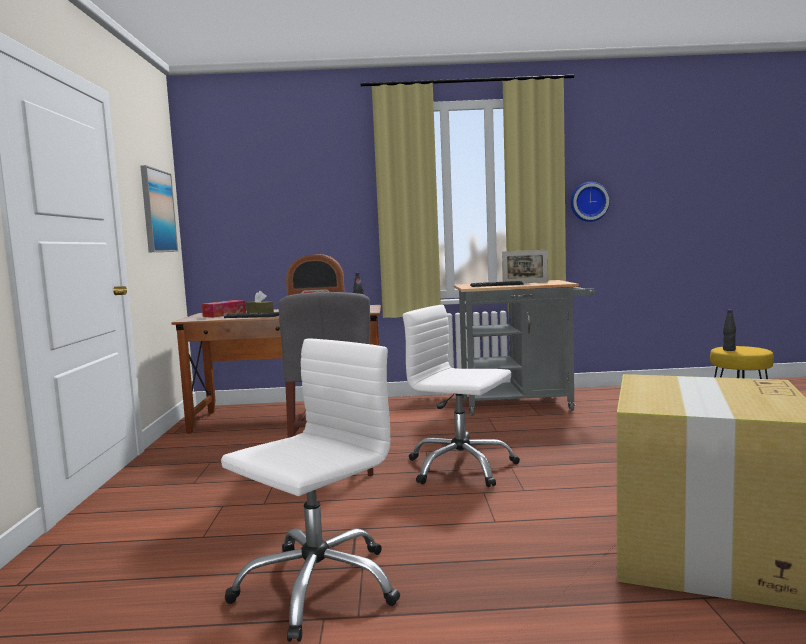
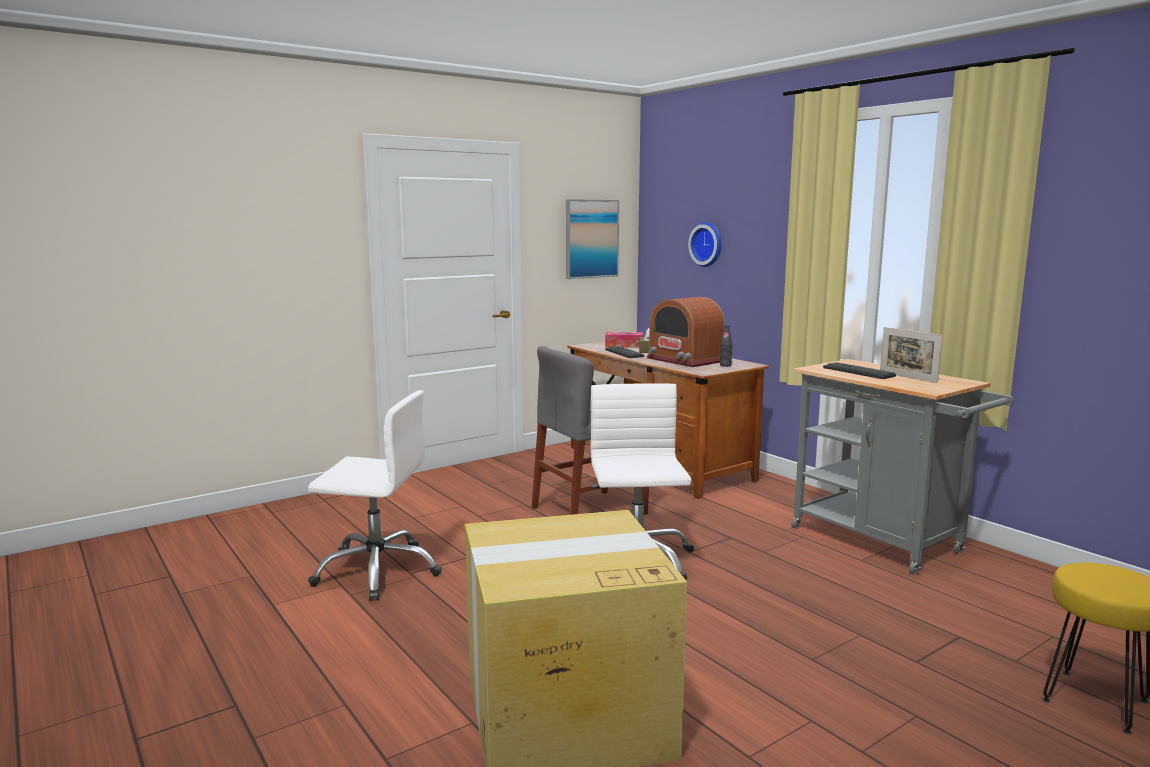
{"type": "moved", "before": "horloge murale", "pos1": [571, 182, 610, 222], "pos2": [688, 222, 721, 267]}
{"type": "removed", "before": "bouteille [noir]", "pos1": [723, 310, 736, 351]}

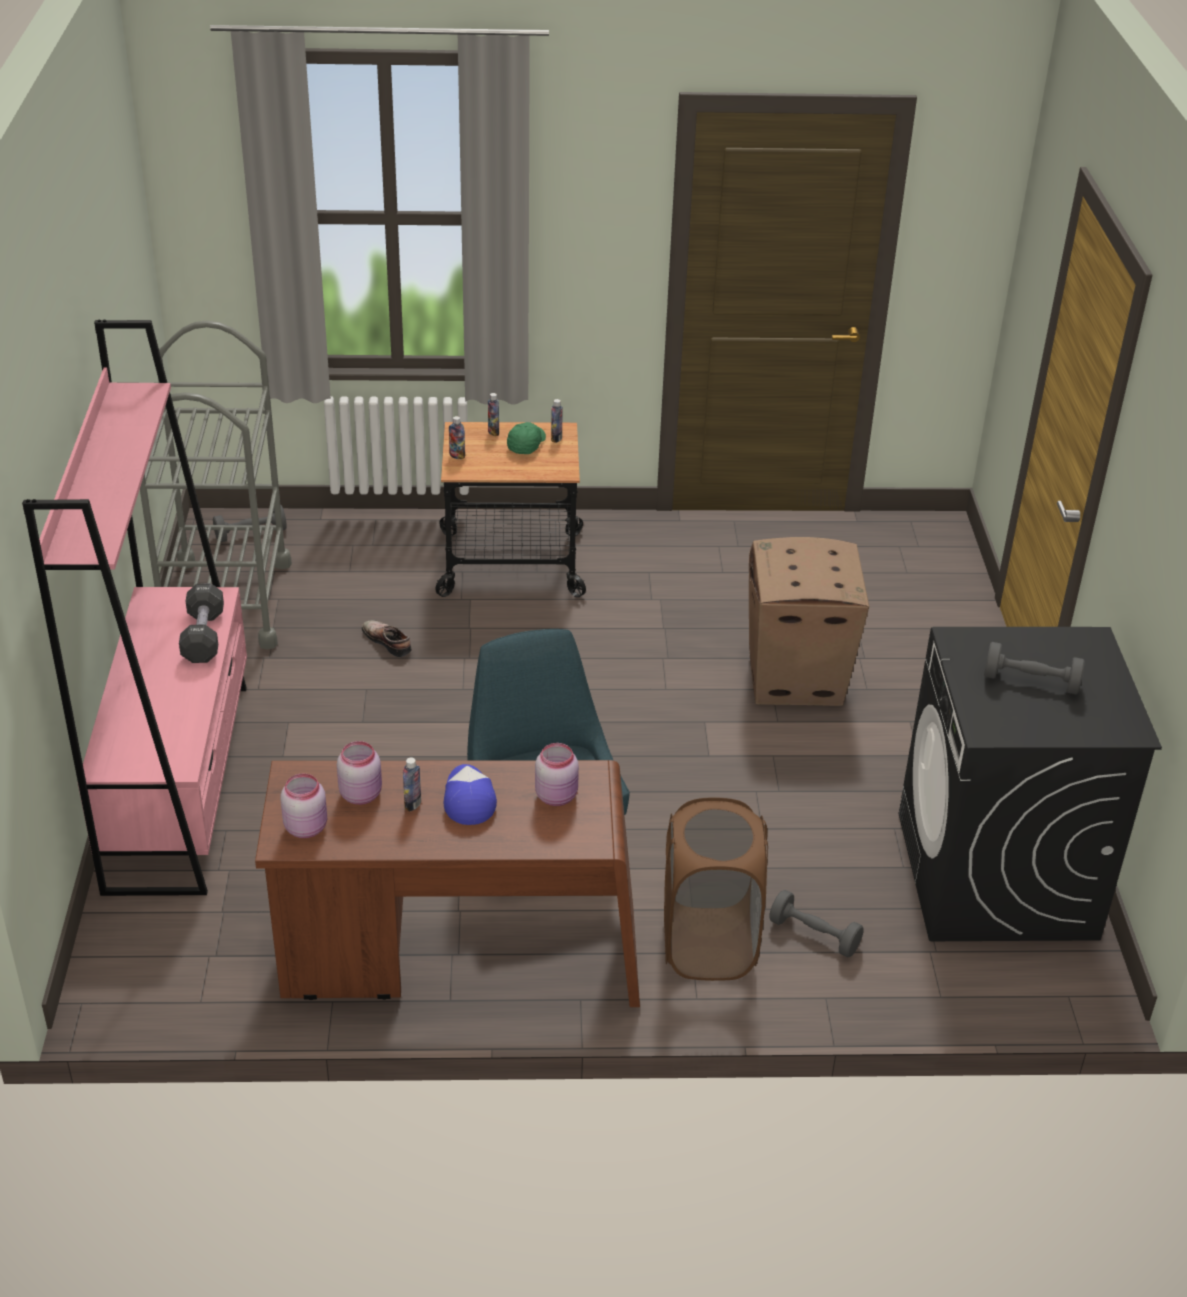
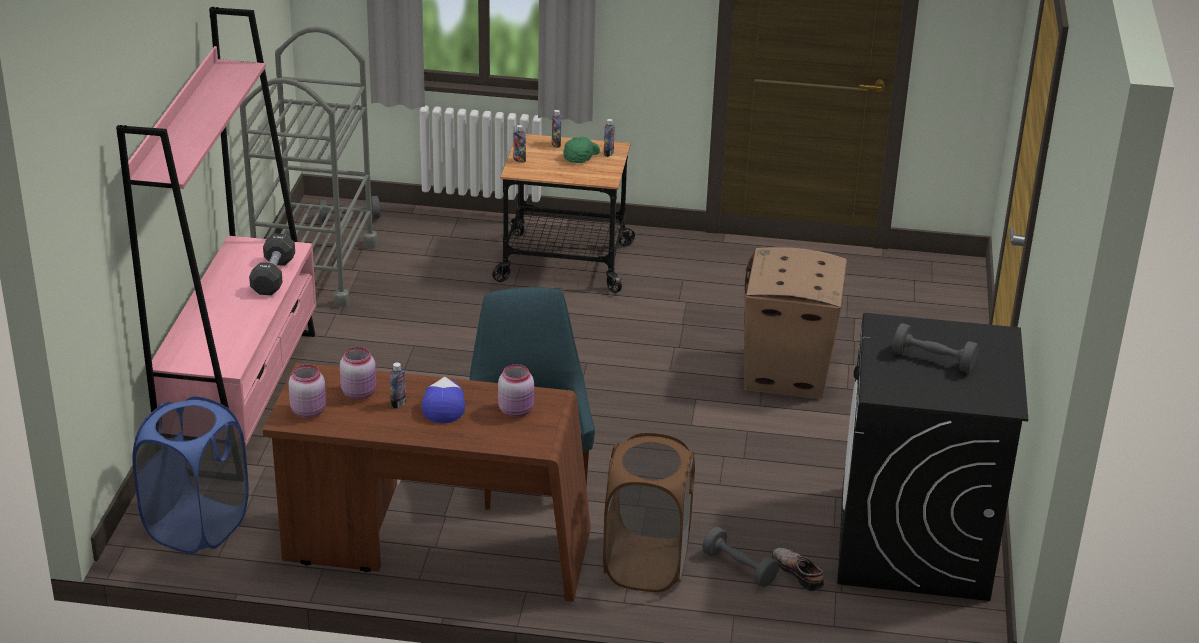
{"type": "moved", "before": "chaussure", "pos1": [362, 620, 412, 657], "pos2": [772, 548, 824, 591]}
{"type": "added", "after": "panier à linge [bleu]", "pos2": [132, 396, 249, 554]}

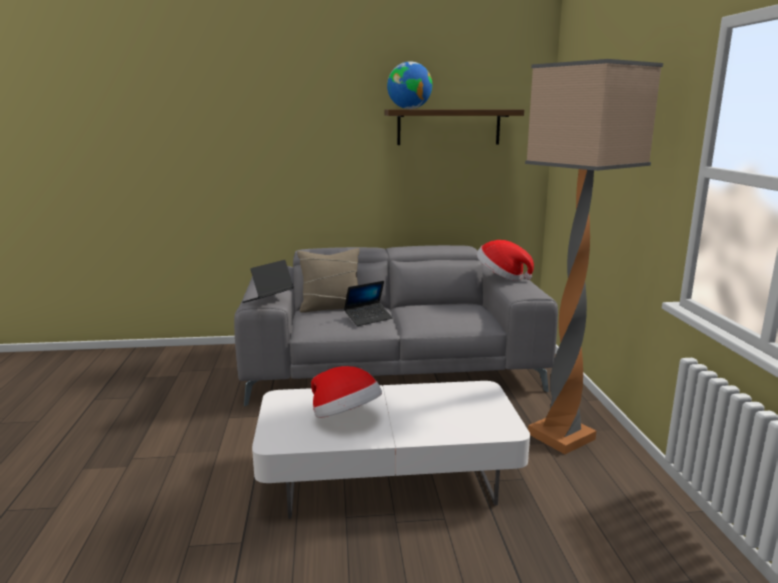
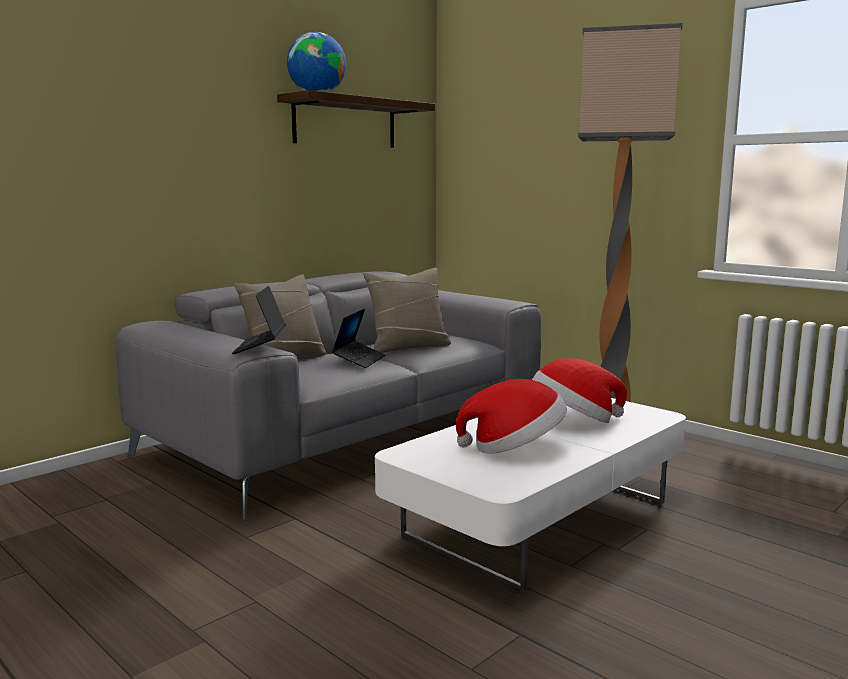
{"type": "moved", "before": "chapeau", "pos1": [477, 240, 534, 281], "pos2": [532, 358, 627, 423]}
{"type": "added", "after": "coussin [beige]", "pos2": [363, 268, 451, 353]}

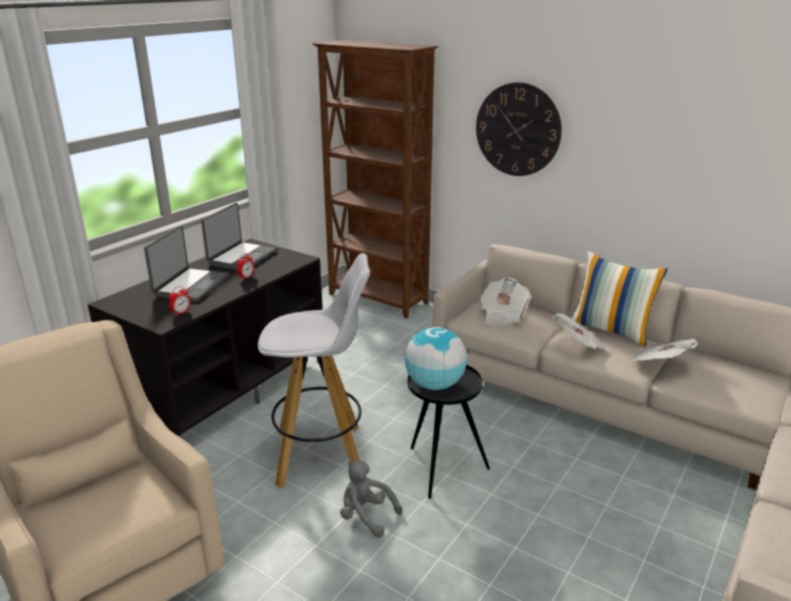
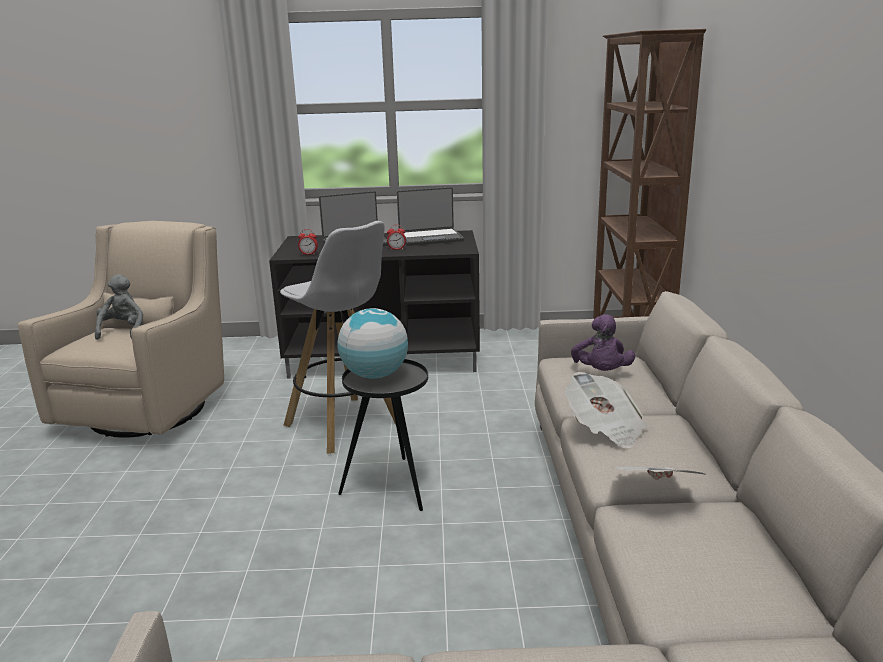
{"type": "moved", "before": "peluche [gris]", "pos1": [340, 460, 402, 538], "pos2": [95, 274, 143, 340]}
{"type": "removed", "before": "horloge murale", "pos1": [476, 82, 562, 176]}
{"type": "replaced", "before": "journal", "after": "peluche [violet]", "pos1": [480, 278, 531, 325], "pos2": [571, 314, 635, 371]}
{"type": "removed", "before": "coussin", "pos1": [572, 251, 668, 346]}

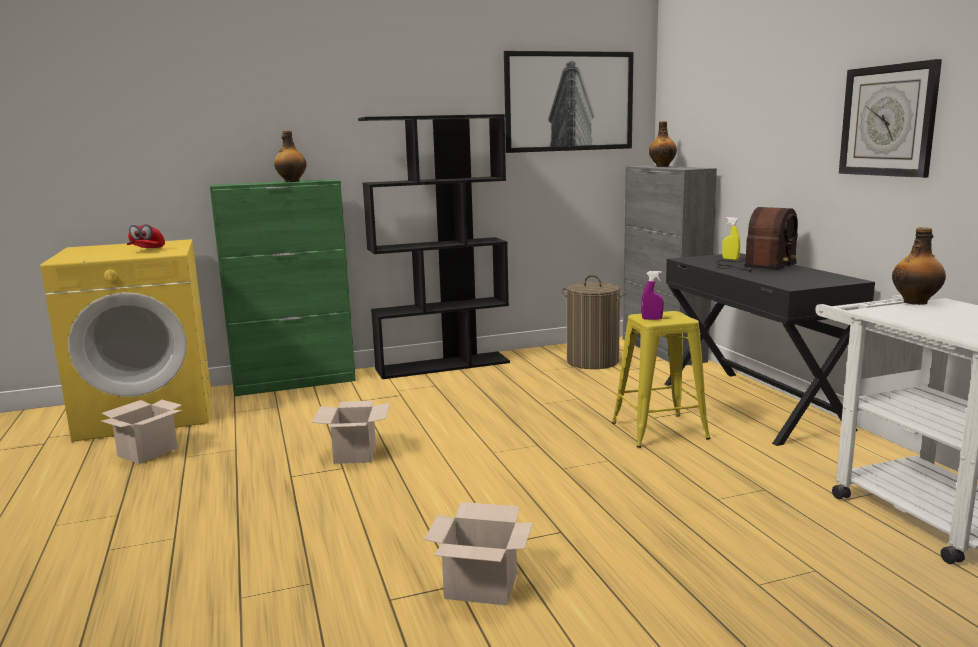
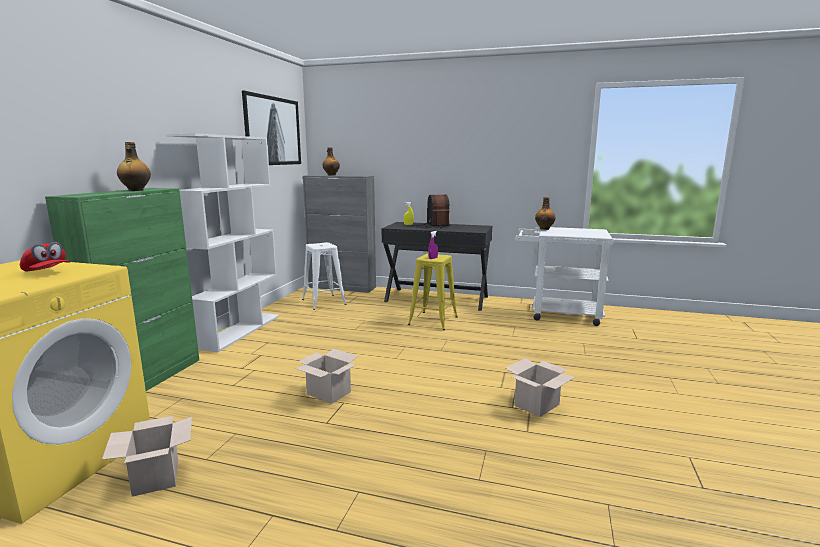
{"type": "recoloured", "before": "bibliothèque [noir]", "after": "bibliothèque [blanc]", "pos1": [358, 114, 510, 379], "pos2": [166, 133, 280, 352]}
{"type": "replaced", "before": "panier à linge", "after": "tabouret [blanc]", "pos1": [562, 275, 626, 369], "pos2": [302, 242, 346, 310]}
{"type": "removed", "before": "horloge murale", "pos1": [839, 59, 942, 178]}

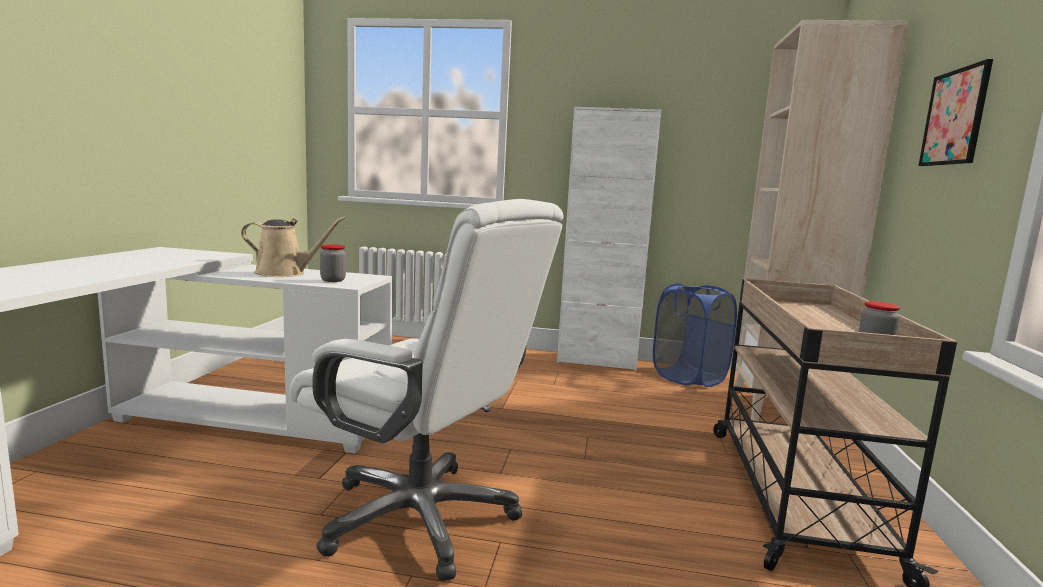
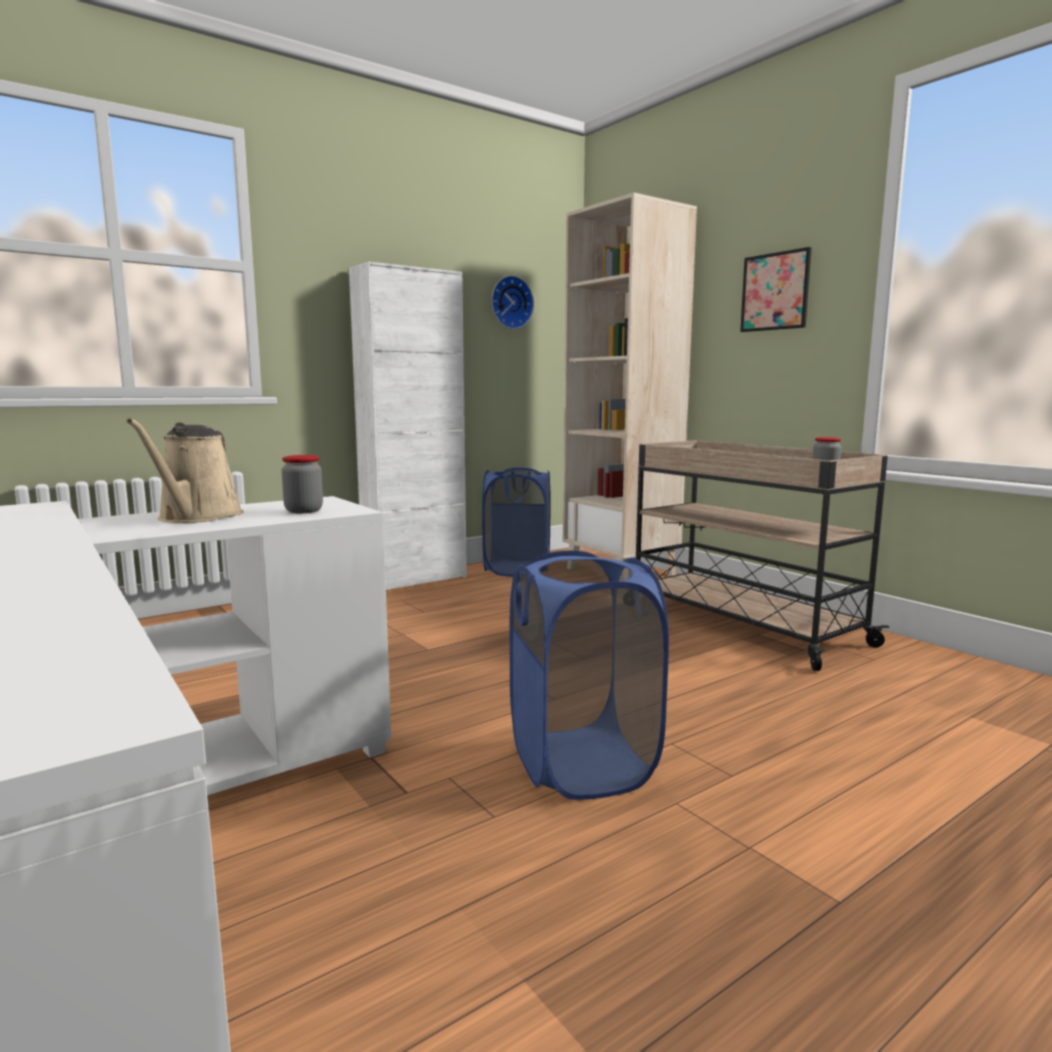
{"type": "turned", "before": "arrosoir [beige]", "pos1": [241, 216, 346, 277], "pos2": [126, 418, 244, 523], "turn": 135}
{"type": "replaced", "before": "chaise de bureau [blanc]", "after": "panier à linge [bleu]", "pos1": [290, 199, 564, 581], "pos2": [510, 551, 669, 800]}
{"type": "added", "after": "horloge murale", "pos2": [492, 275, 534, 329]}

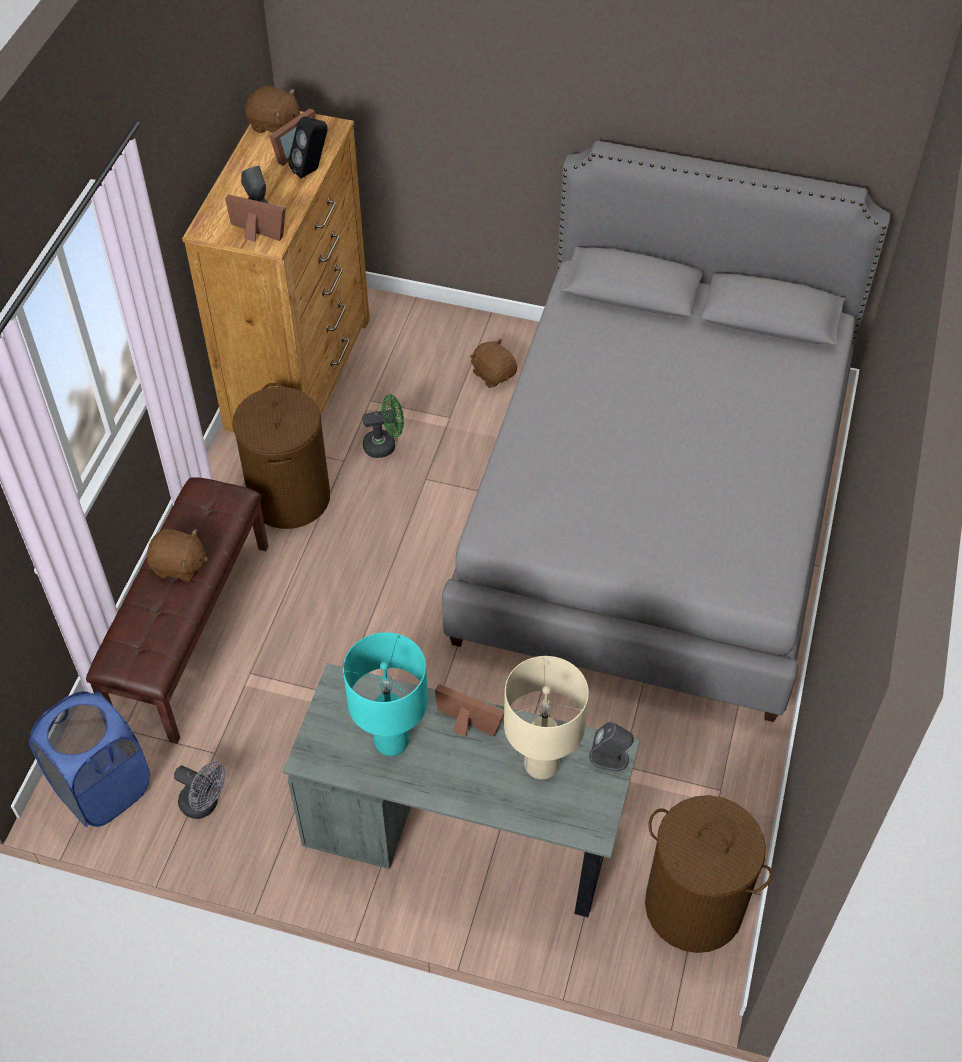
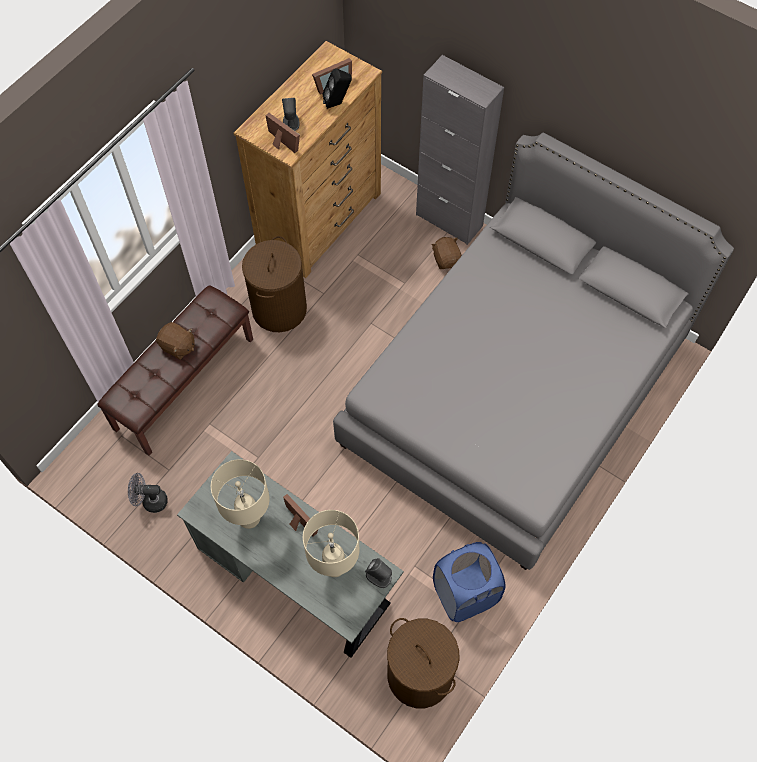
{"type": "moved", "before": "panier à linge [bleu]", "pos1": [29, 691, 150, 827], "pos2": [433, 542, 506, 622]}
{"type": "turned", "before": "ventilateur [gris]", "pos1": [174, 761, 225, 819], "pos2": [128, 473, 168, 513], "turn": 135}
{"type": "removed", "before": "peluche [marron]", "pos1": [245, 86, 300, 133]}
{"type": "recoloured", "before": "lampe de table [turquoise]", "after": "lampe de table [beige]", "pos1": [343, 632, 428, 756], "pos2": [211, 459, 270, 529]}
{"type": "removed", "before": "ventilateur [vert]", "pos1": [362, 394, 404, 458]}
{"type": "added", "after": "meuble de rangement [gris]", "pos2": [416, 55, 504, 245]}

